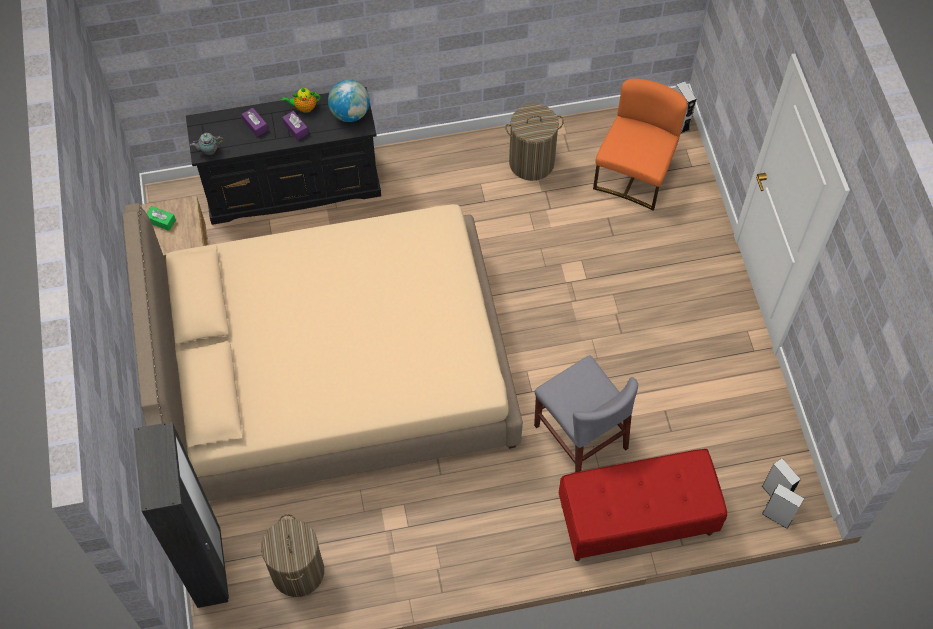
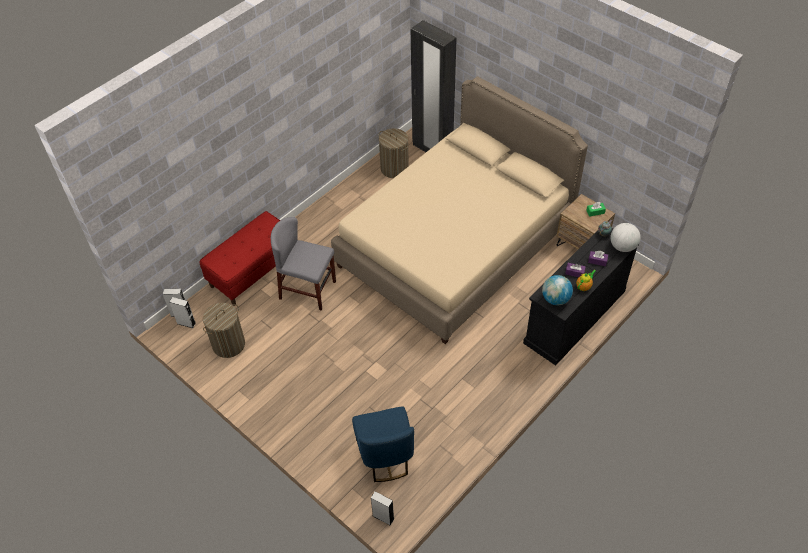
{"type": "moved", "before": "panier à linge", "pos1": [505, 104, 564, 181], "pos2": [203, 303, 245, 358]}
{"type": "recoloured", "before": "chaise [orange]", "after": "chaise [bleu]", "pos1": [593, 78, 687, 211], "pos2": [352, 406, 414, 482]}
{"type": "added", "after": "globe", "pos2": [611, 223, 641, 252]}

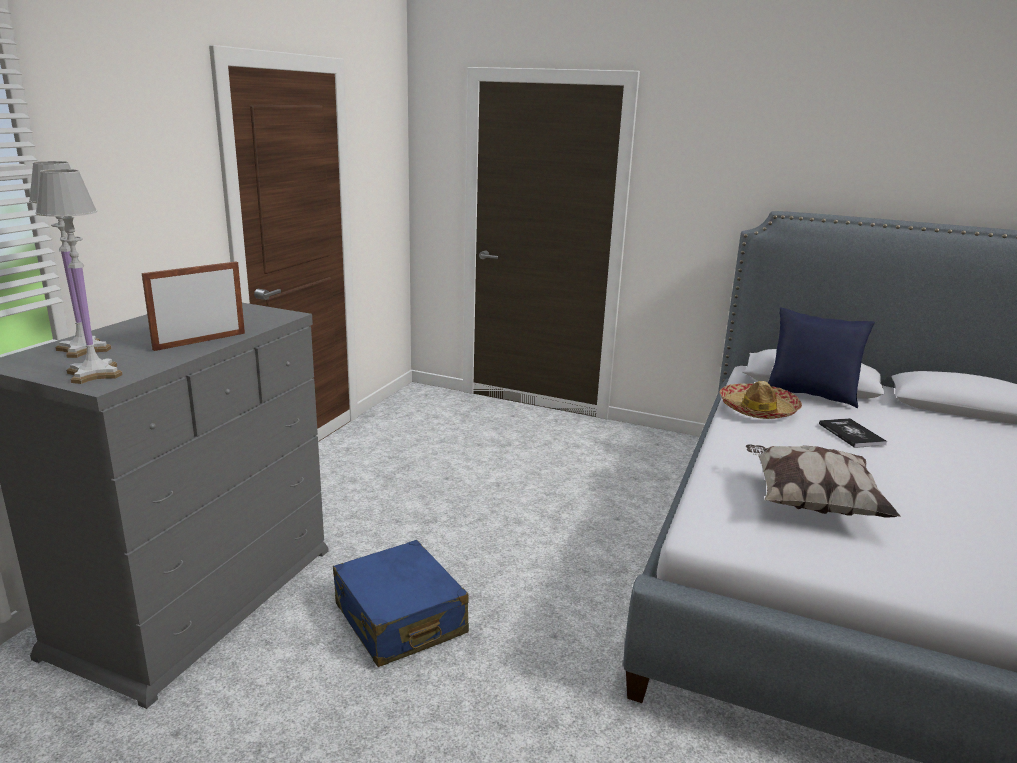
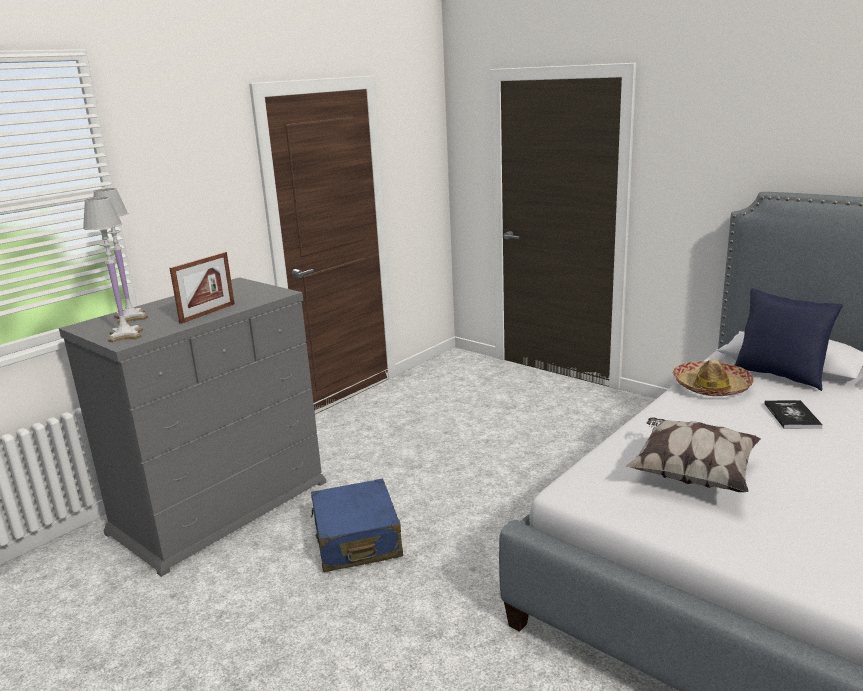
{"type": "turned", "before": "cadre photo", "pos1": [142, 262, 245, 351], "pos2": [170, 252, 235, 324], "turn": 150}

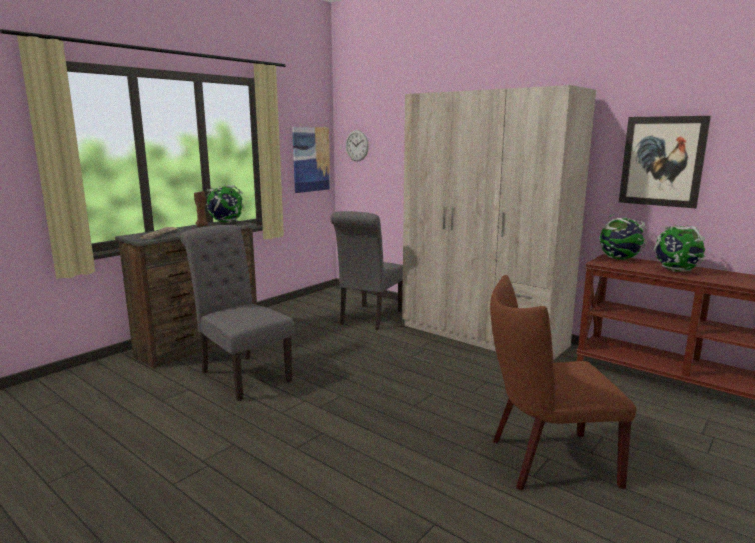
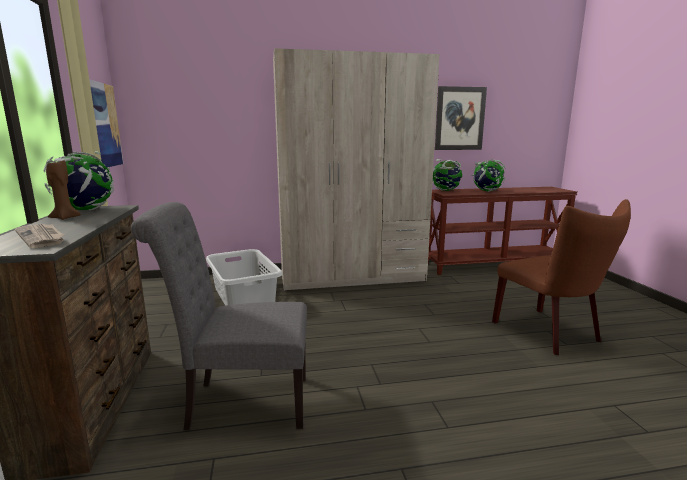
{"type": "replaced", "before": "chaise [gris]", "after": "panier à linge [gris]", "pos1": [330, 211, 403, 330], "pos2": [206, 249, 283, 306]}
{"type": "removed", "before": "horloge murale", "pos1": [346, 130, 369, 161]}
{"type": "turned", "before": "chaise [marron]", "pos1": [490, 275, 636, 491], "pos2": [492, 199, 631, 355], "turn": -60}

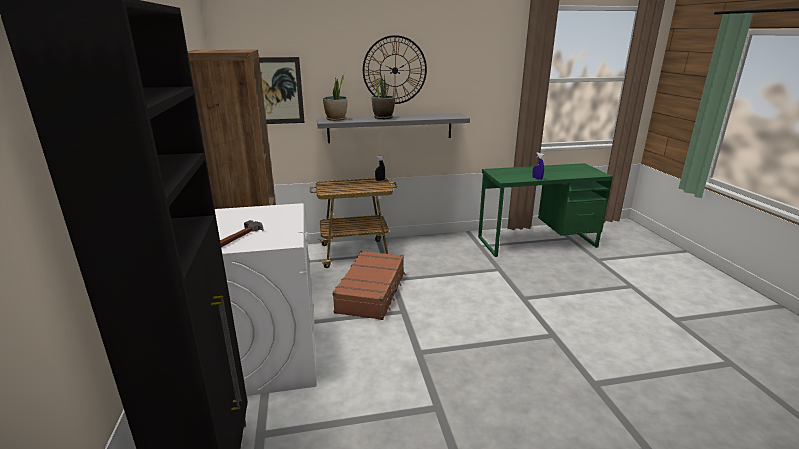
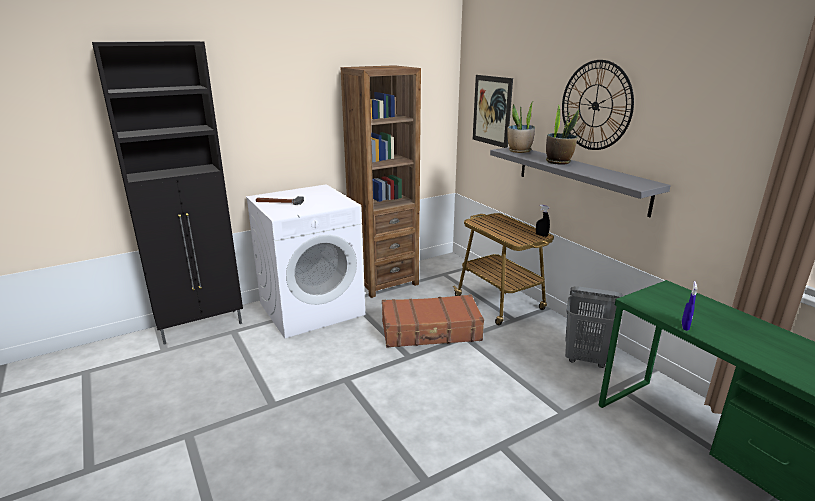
{"type": "added", "after": "panier à linge [gris]", "pos2": [565, 286, 623, 368]}

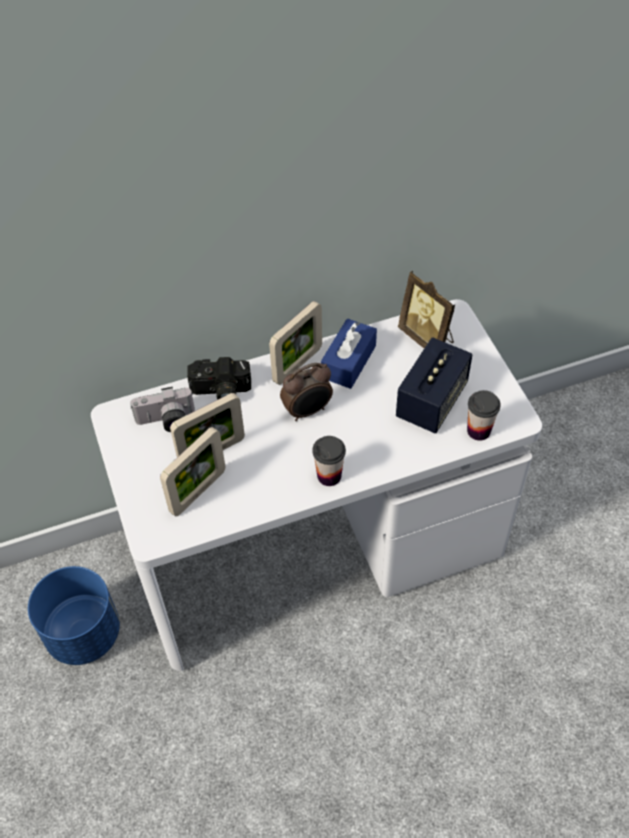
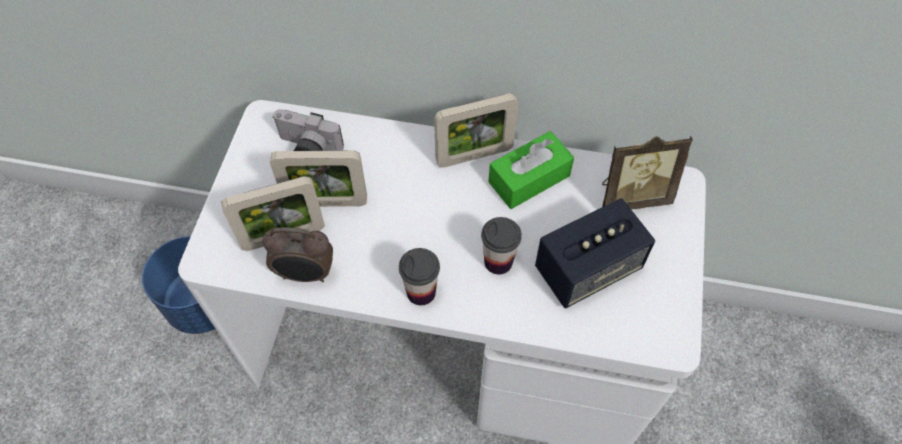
{"type": "removed", "before": "appareil photo", "pos1": [187, 357, 251, 400]}
{"type": "moved", "before": "réveil", "pos1": [280, 363, 333, 421], "pos2": [263, 227, 333, 282]}
{"type": "recoloured", "before": "boîte à mouchoirs [bleu]", "after": "boîte à mouchoirs [vert]", "pos1": [321, 319, 377, 389], "pos2": [488, 131, 574, 209]}
{"type": "turned", "before": "cadre photo", "pos1": [398, 271, 455, 348], "pos2": [602, 136, 693, 210], "turn": -90}
{"type": "moved", "before": "tasse", "pos1": [467, 390, 501, 441], "pos2": [481, 217, 522, 275]}

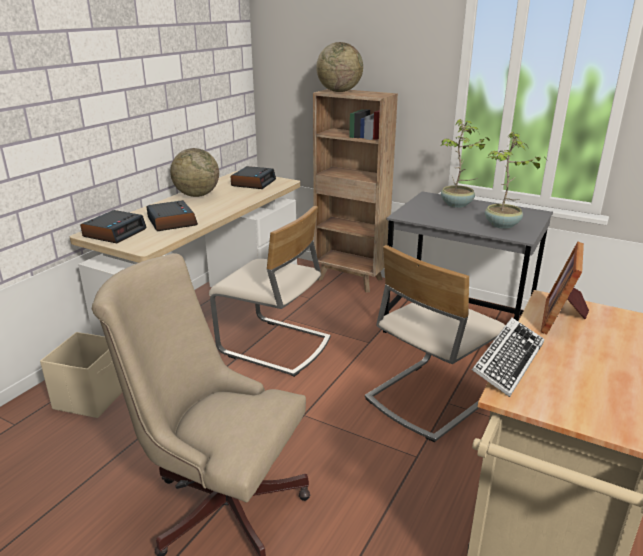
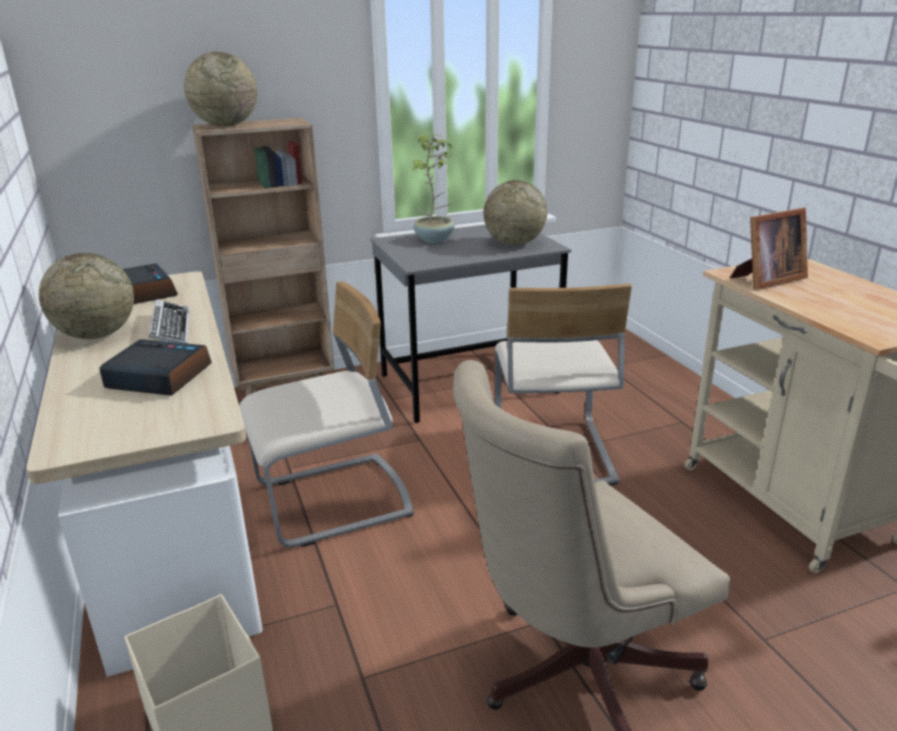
{"type": "removed", "before": "réveil", "pos1": [80, 210, 147, 243]}
{"type": "moved", "before": "clavier", "pos1": [472, 318, 545, 397], "pos2": [149, 300, 190, 344]}
{"type": "replaced", "before": "plante en pot", "after": "globe", "pos1": [485, 132, 547, 229], "pos2": [484, 180, 547, 245]}
{"type": "turned", "before": "cadre photo", "pos1": [541, 242, 589, 335], "pos2": [730, 208, 808, 290], "turn": -90}

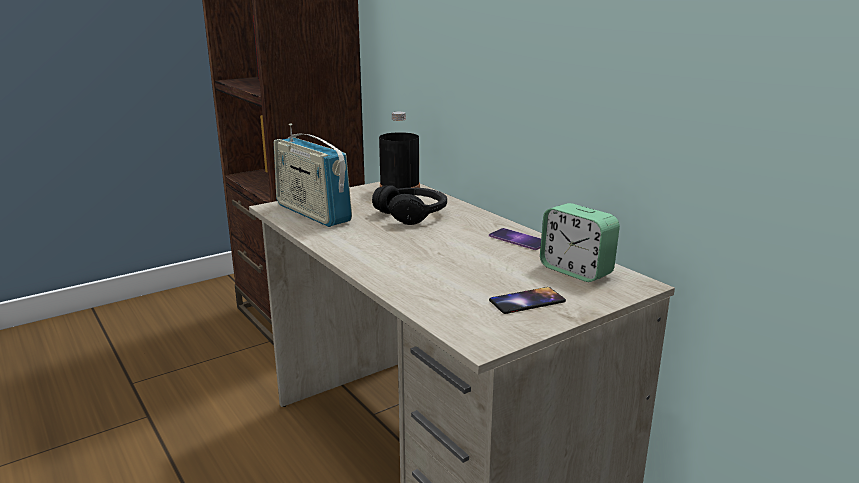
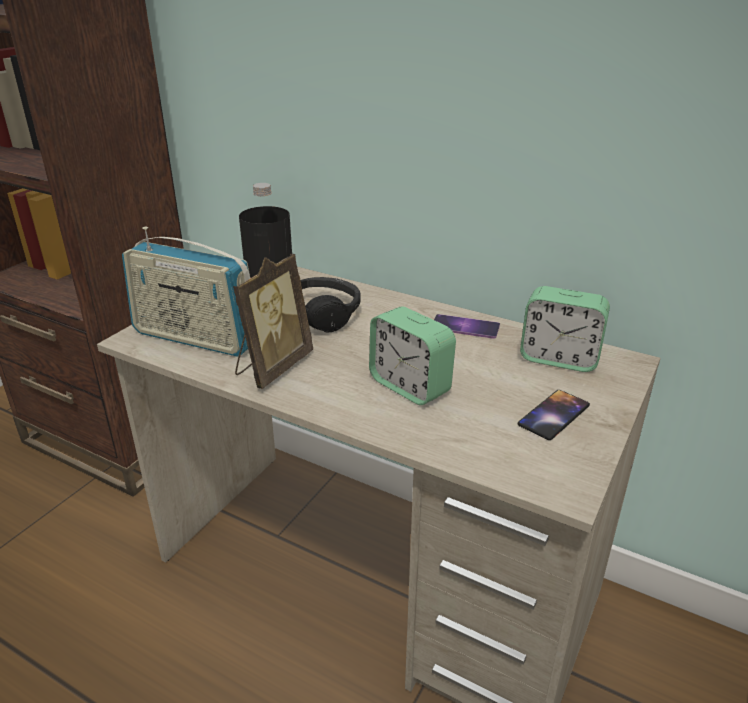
{"type": "added", "after": "cadre photo", "pos2": [233, 254, 313, 389]}
{"type": "added", "after": "réveil", "pos2": [369, 306, 456, 405]}

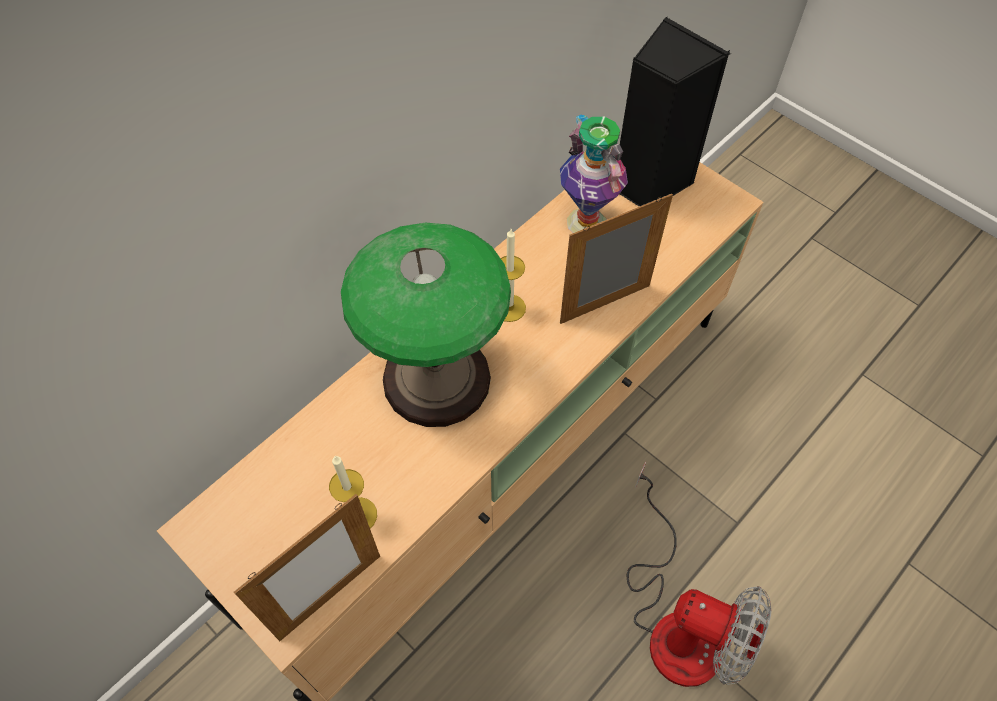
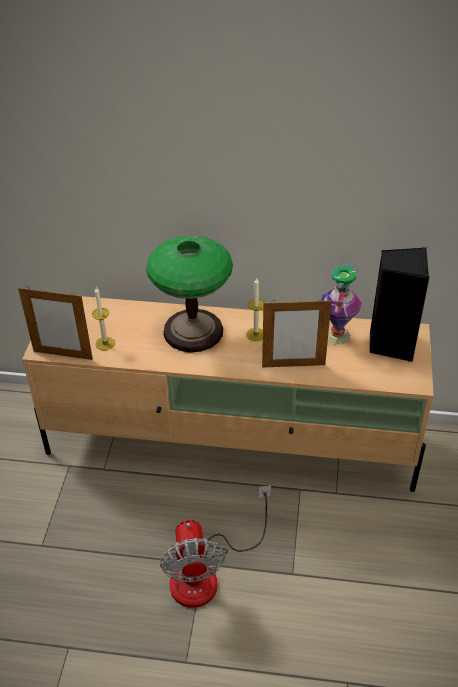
{"type": "turned", "before": "cadre photo", "pos1": [560, 194, 673, 324], "pos2": [262, 298, 331, 368], "turn": 150}

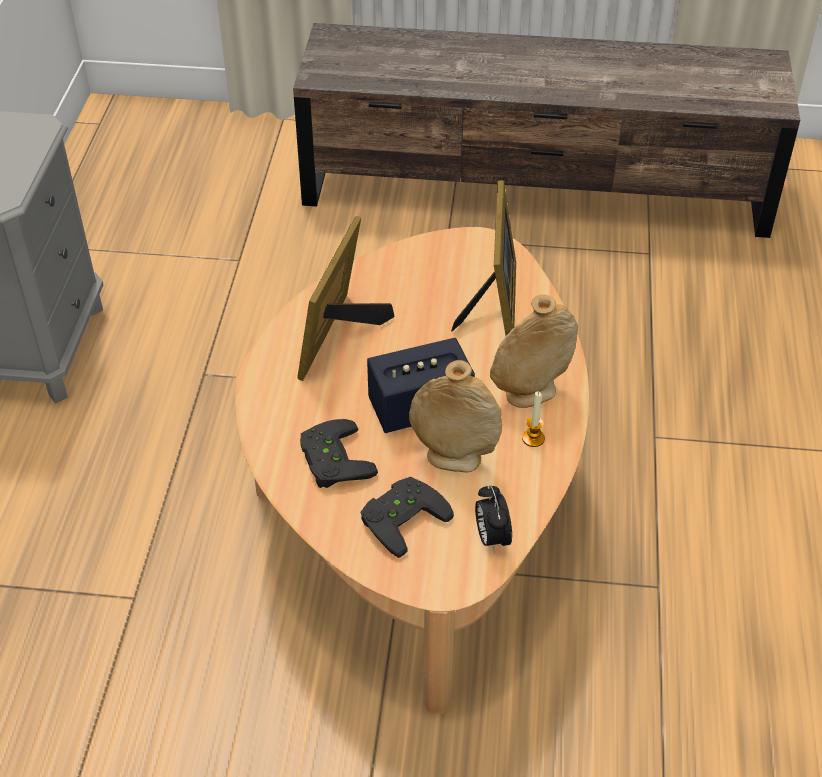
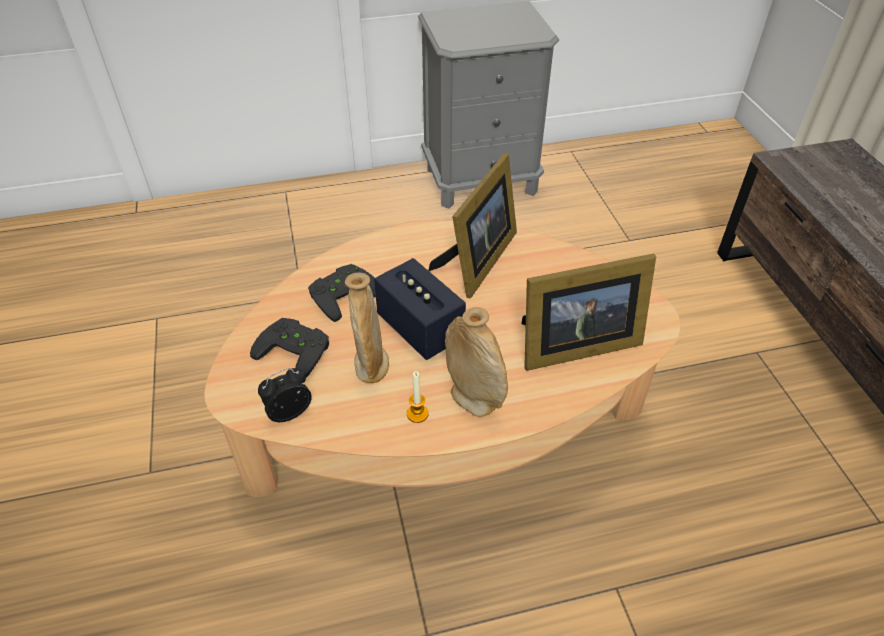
{"type": "turned", "before": "cadre photo", "pos1": [297, 216, 394, 381], "pos2": [428, 153, 517, 298], "turn": 120}

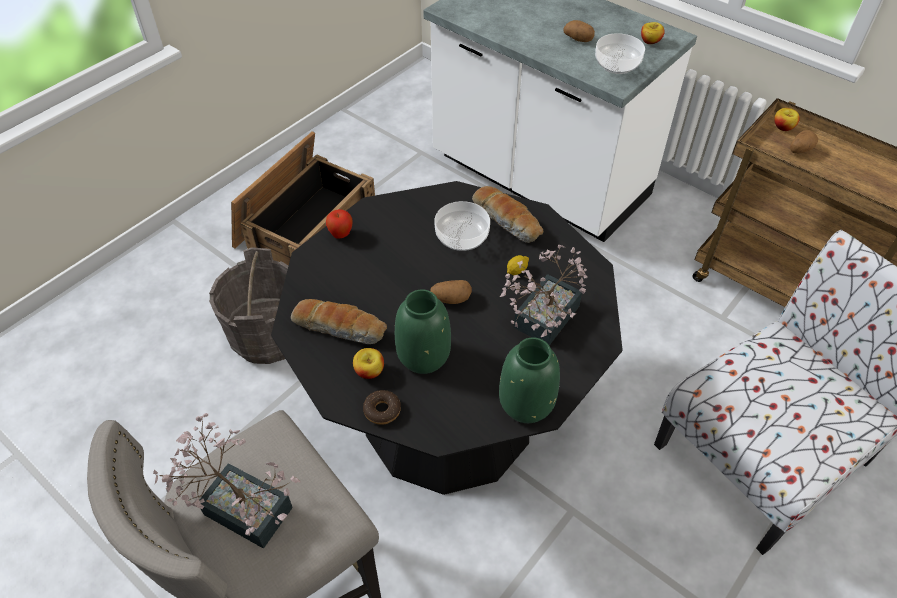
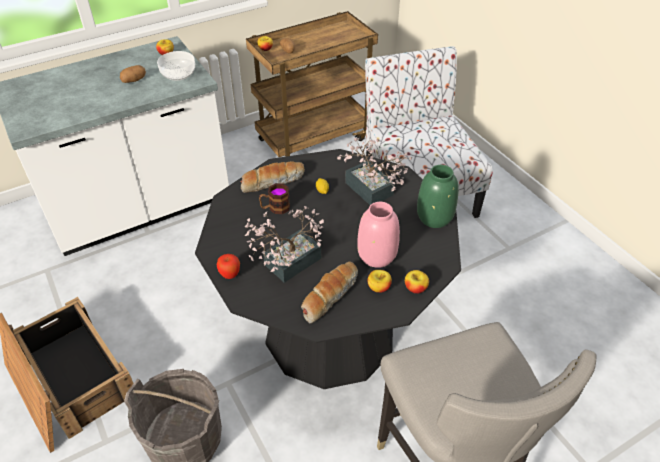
{"type": "moved", "before": "plante en pot", "pos1": [153, 413, 301, 549], "pos2": [245, 206, 324, 283]}
{"type": "replaced", "before": "beignet", "after": "pomme", "pos1": [363, 390, 401, 425], "pos2": [405, 270, 429, 294]}
{"type": "recoloured", "before": "vase [vert]", "after": "vase [rose]", "pos1": [395, 289, 451, 374], "pos2": [357, 202, 400, 268]}
{"type": "removed", "before": "pomme de terre", "pos1": [430, 280, 472, 304]}
{"type": "replaced", "before": "bol", "after": "mug", "pos1": [434, 201, 490, 251], "pos2": [259, 183, 290, 214]}

